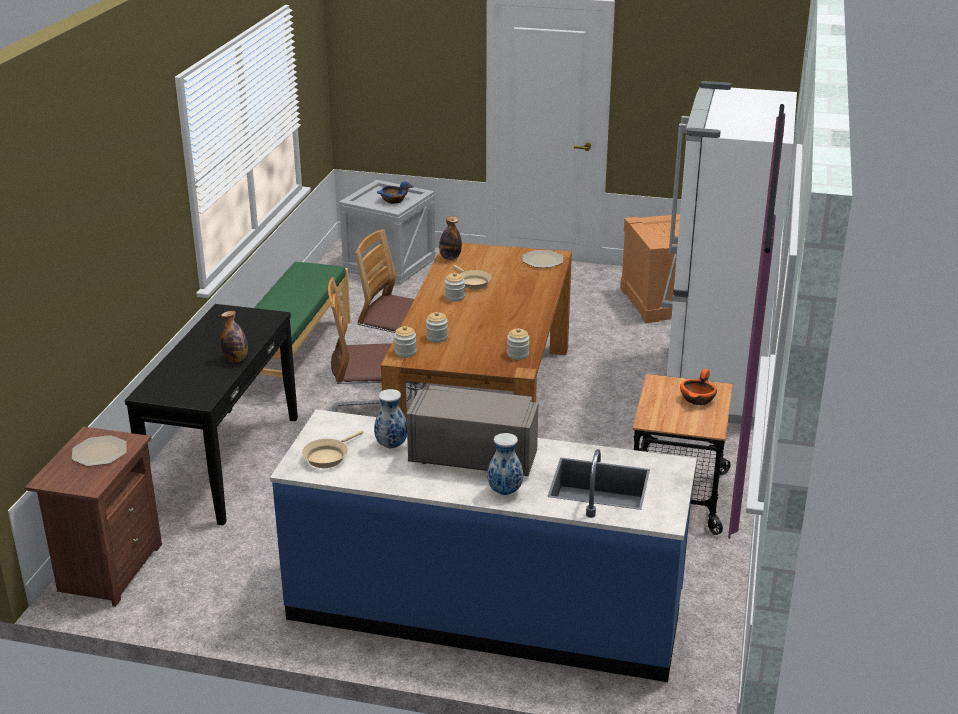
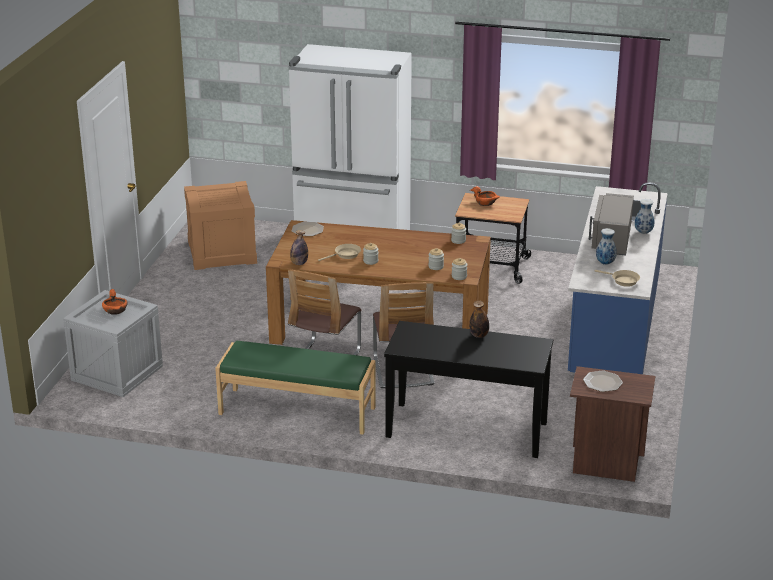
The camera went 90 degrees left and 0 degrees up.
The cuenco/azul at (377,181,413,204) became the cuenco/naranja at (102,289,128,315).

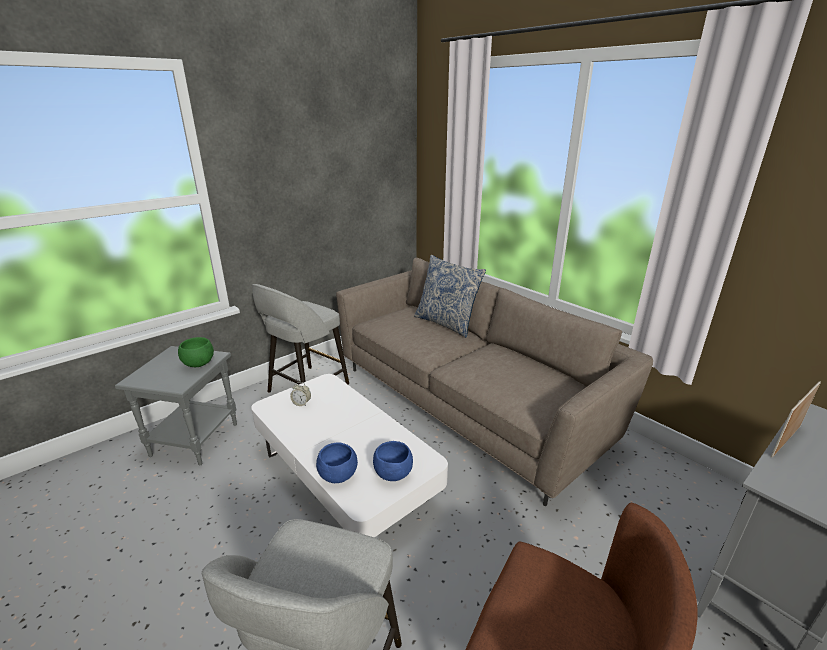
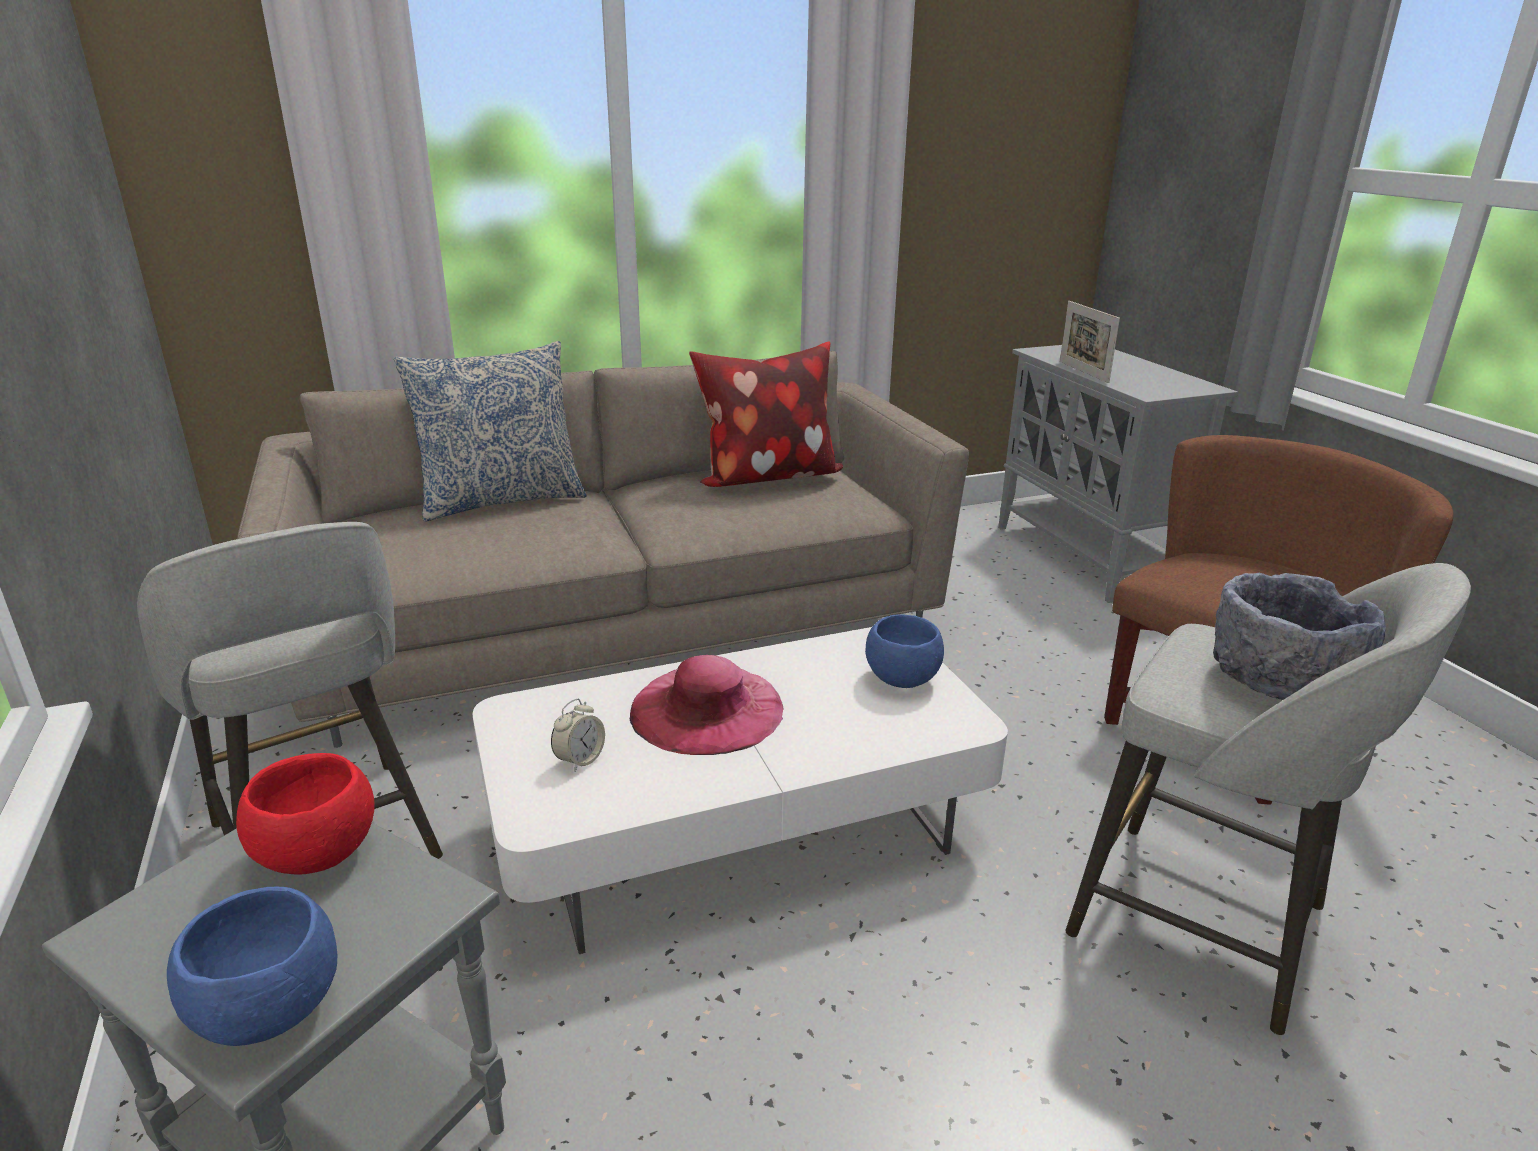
The camera went 70 degrees left and 0 degrees up.
The cuenco/verde at (178,337,214,367) became the cuenco/rojo at (236,753,375,875).
The cuenco/azul moved from (316,442,358,483) to (167,887,337,1046).
The cojín at (689,341,843,487) appeared.
The cuenco/gris at (1213,573,1386,700) appeared.
The sombrero/rosa at (629,655,783,755) appeared.

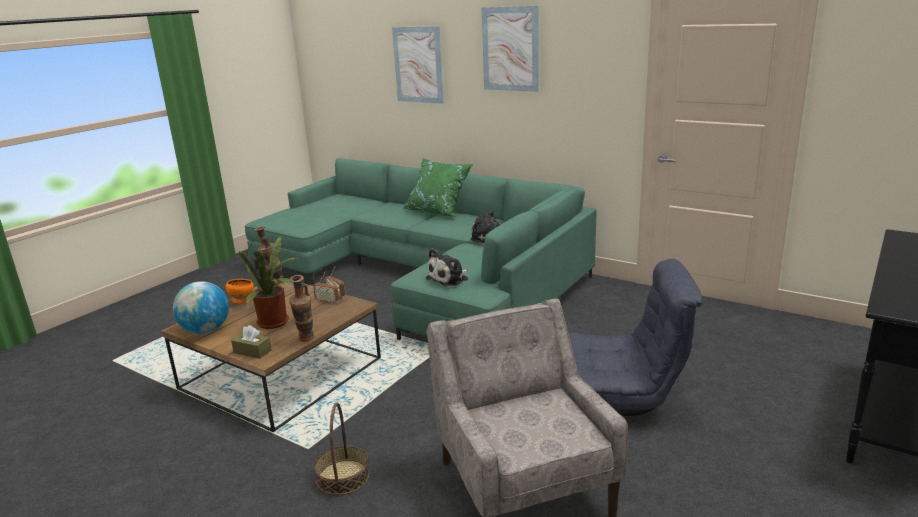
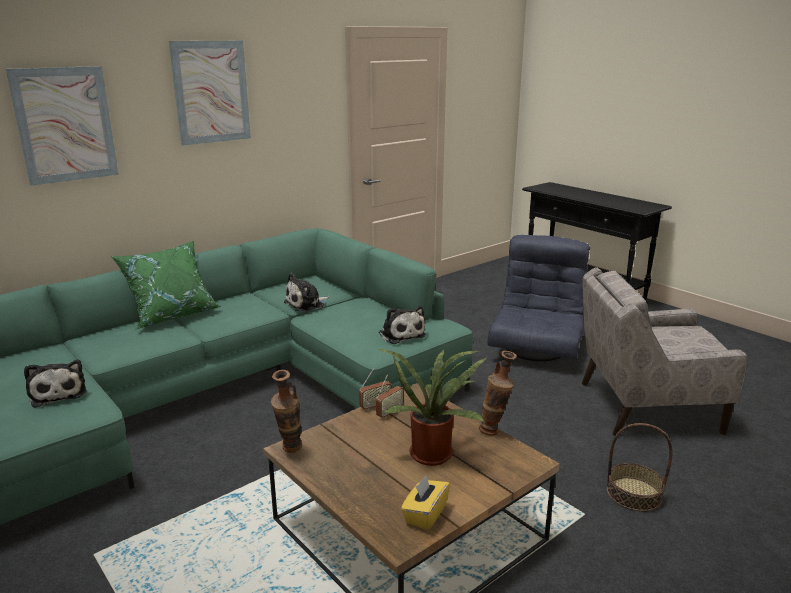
The camera went 75 degrees left and 0 degrees up.
The cuenco/naranja at (226,279,254,304) disappeared.
The globo terráqueo at (173,281,229,334) was replaced by the caja de pañuelos/amarillo at (401,474,450,530).
The caja de pañuelos/marrón at (231,325,272,359) disappeared.
The peluche at (24,360,87,408) appeared.

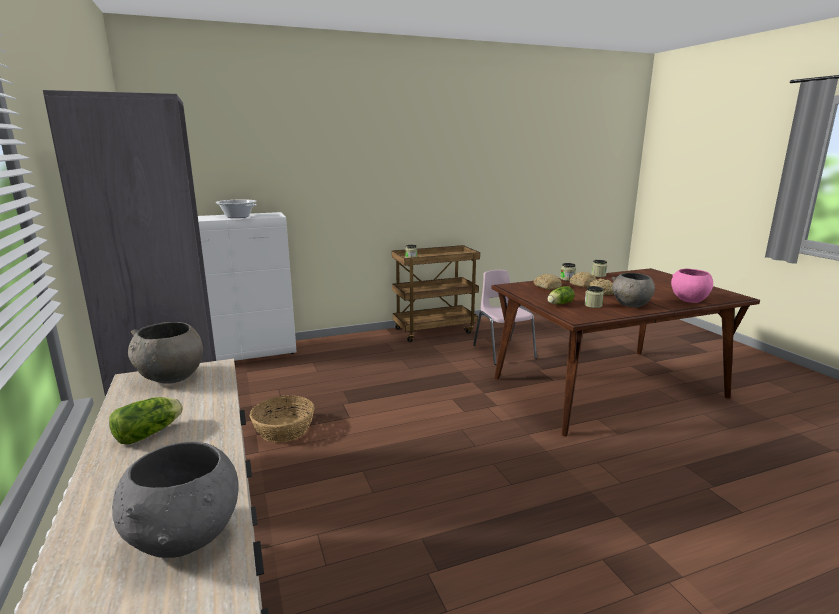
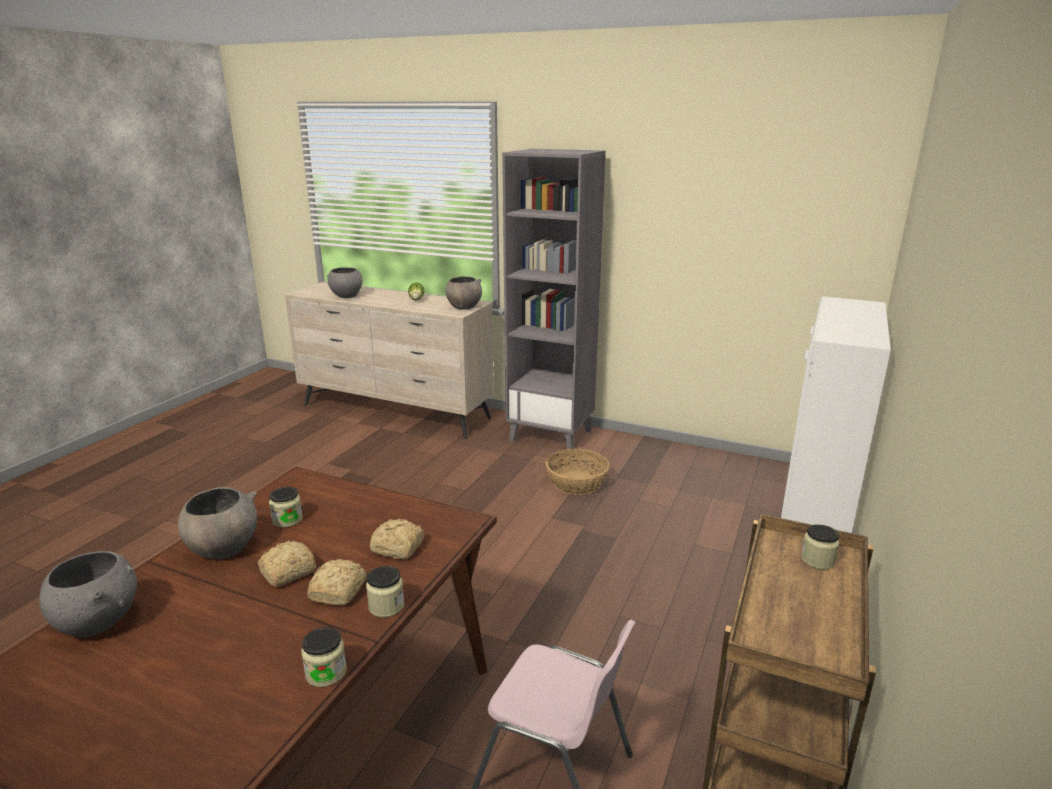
The camera went 135 degrees right and 5 degrees up.
The olla at (216,199,257,218) disappeared.
The cuenco/rosa at (671,269,713,303) became the cuenco/gris at (39,551,137,637).
The lechuga at (547,286,575,305) disappeared.

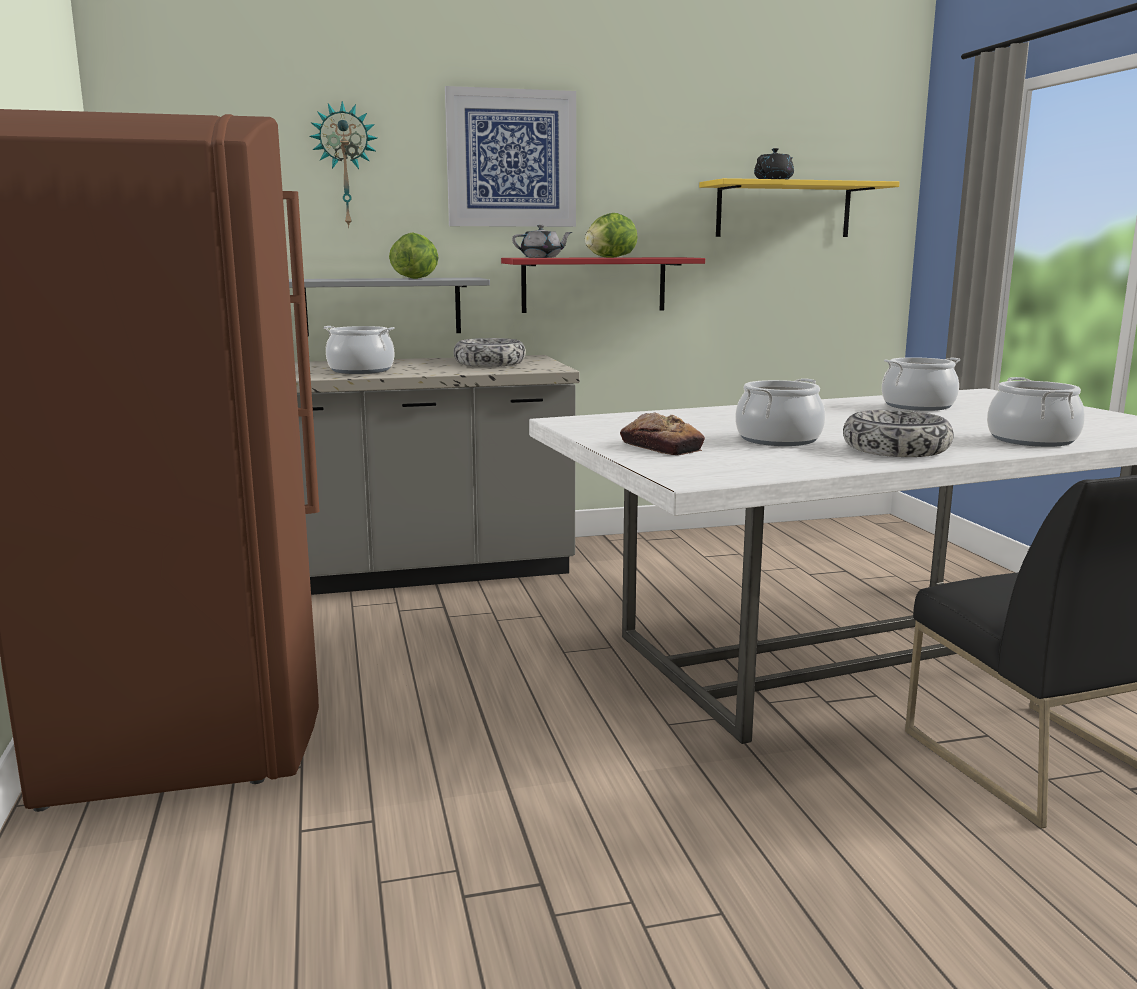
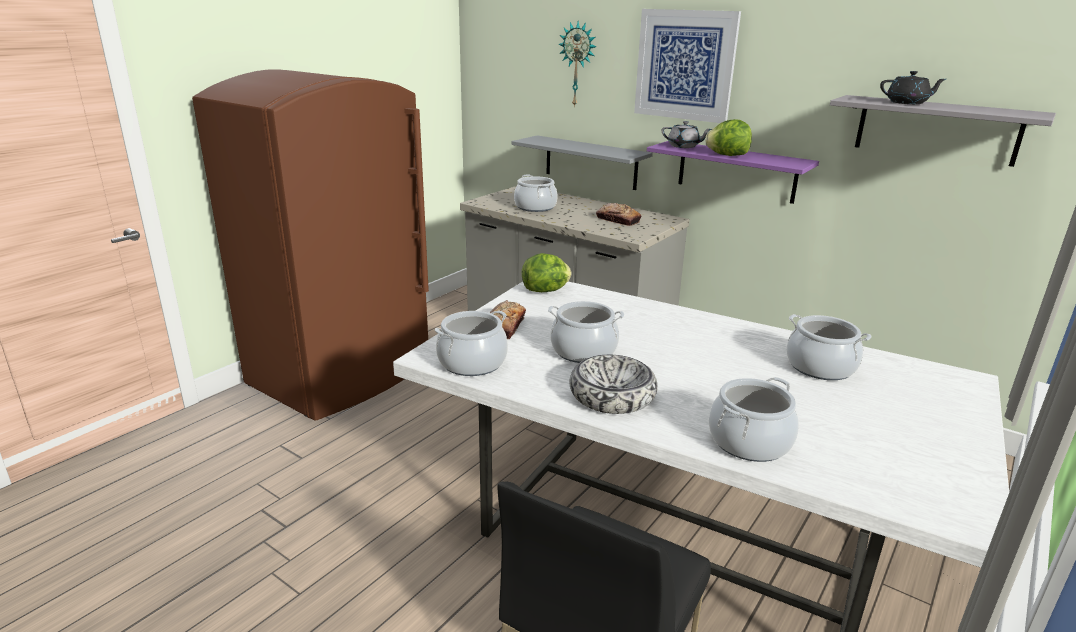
The camera went 50 degrees right and 10 degrees up.
The estante/amarillo at (699,178,900,237) became the estante/gris at (830,95,1056,167).
The lechuga moved from (389,233,439,279) to (522,253,571,292).
The estante/rojo at (501,257,705,313) became the estante/morado at (647,141,819,204).
The cuenco at (453,338,526,367) was replaced by the pan at (596,203,641,226).
The olla at (435,310,508,376) appeared.

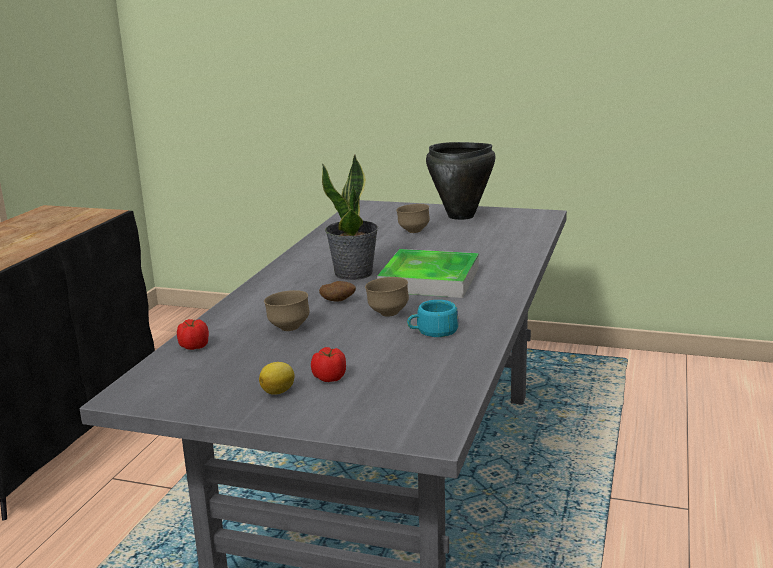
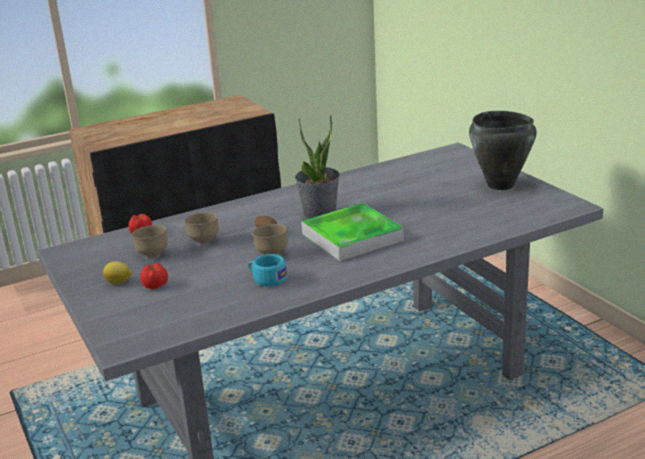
The camera went 45 degrees right and 5 degrees up.
The cuenco/marrón moved from (396,204,430,233) to (131,225,168,258).

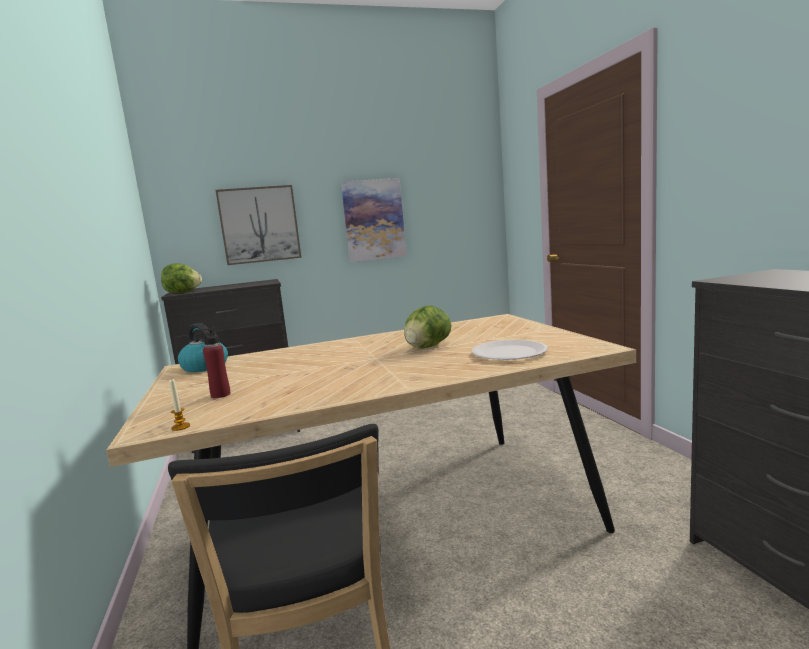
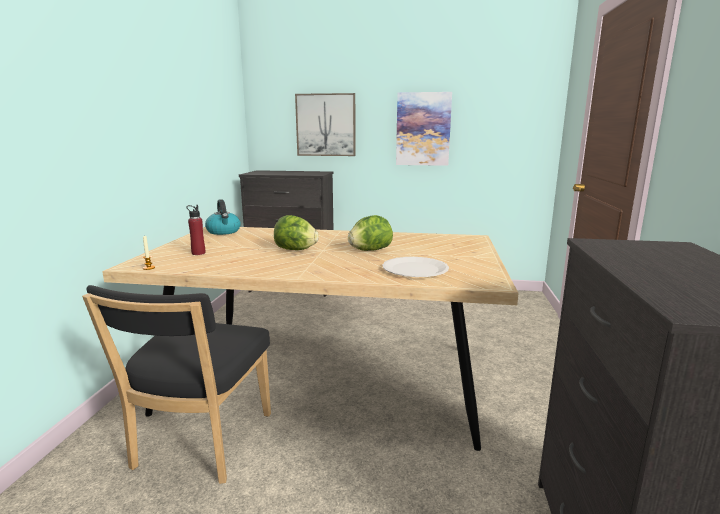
The camera went 25 degrees right and 5 degrees up.
The lechuga moved from (161,263,202,293) to (274,215,319,250).

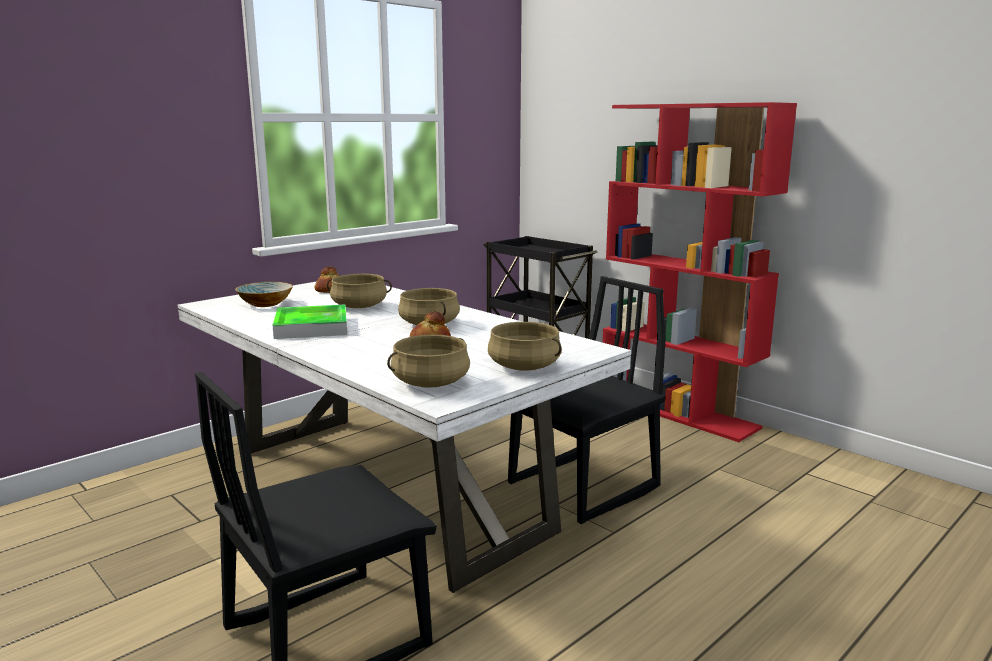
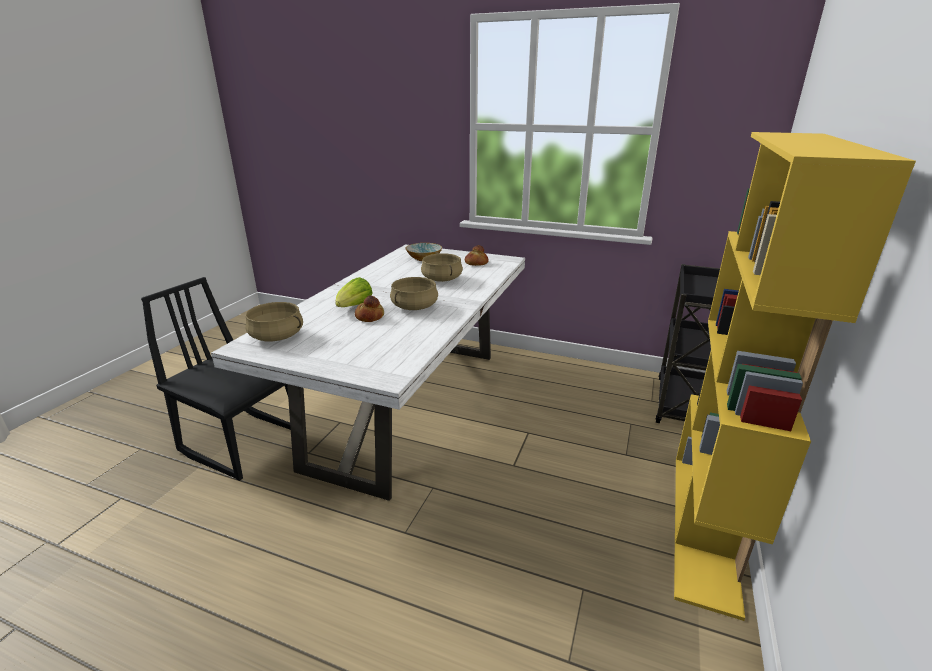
The camera went 65 degrees right and 10 degrees up.
The estantería/rojo at (603,102,797,442) became the estantería/amarillo at (674,132,916,621).
The silla/negro at (508,276,665,524) disappeared.
The bandeja at (273,304,347,339) disappeared.
The olla/beis at (488,322,562,371) disappeared.
The lechuga at (335,277,373,307) appeared.

